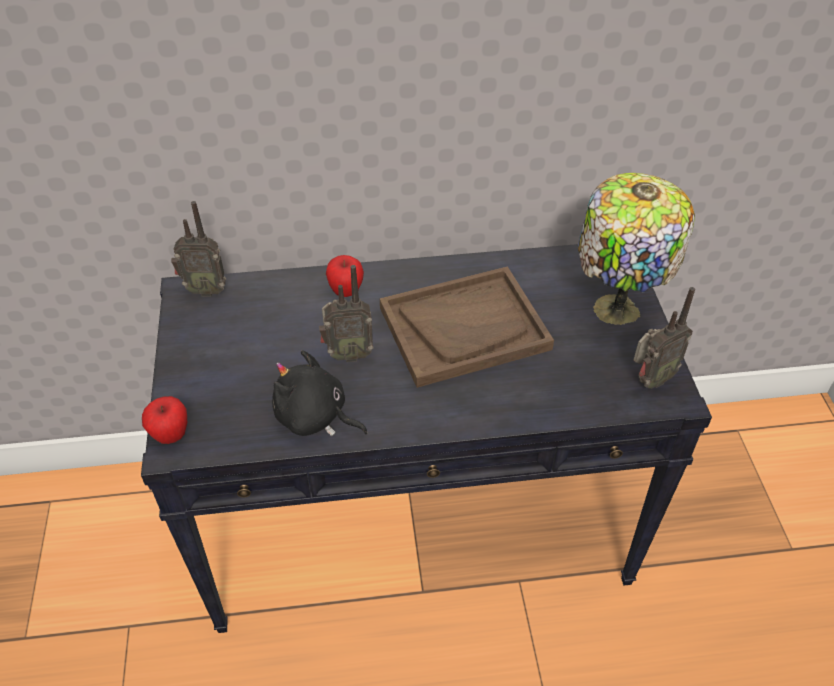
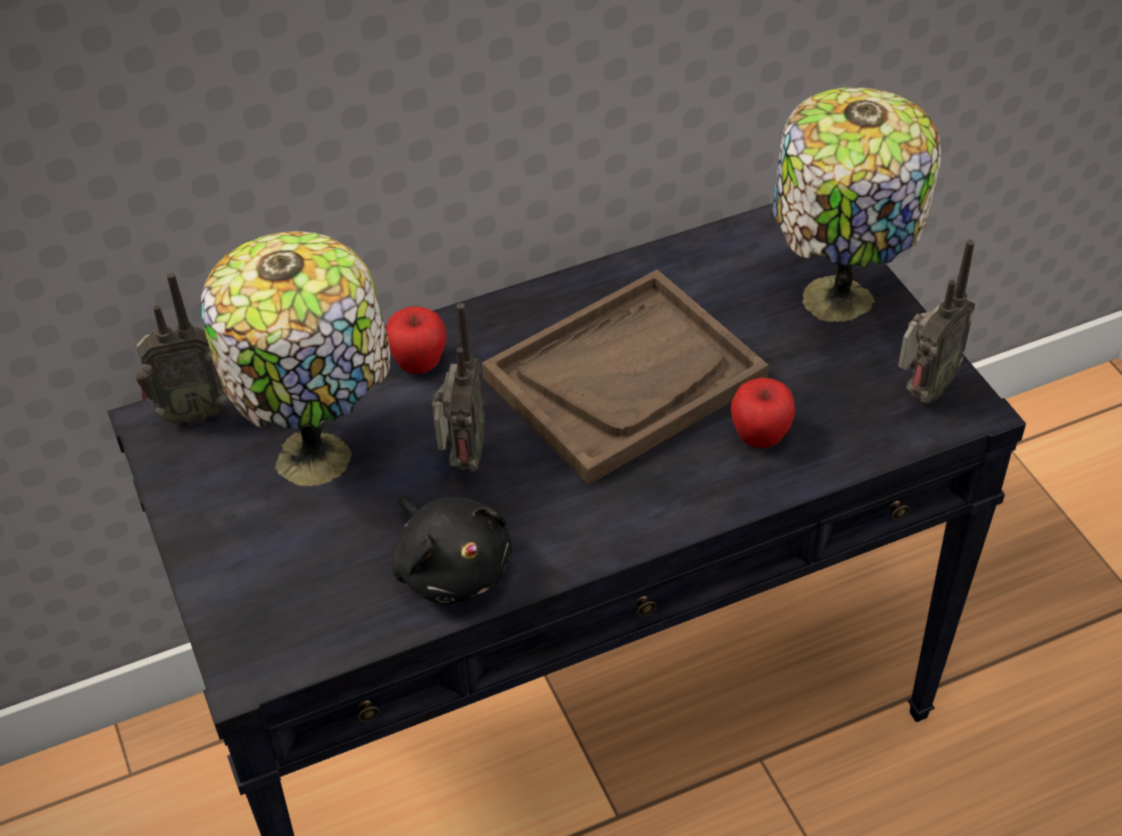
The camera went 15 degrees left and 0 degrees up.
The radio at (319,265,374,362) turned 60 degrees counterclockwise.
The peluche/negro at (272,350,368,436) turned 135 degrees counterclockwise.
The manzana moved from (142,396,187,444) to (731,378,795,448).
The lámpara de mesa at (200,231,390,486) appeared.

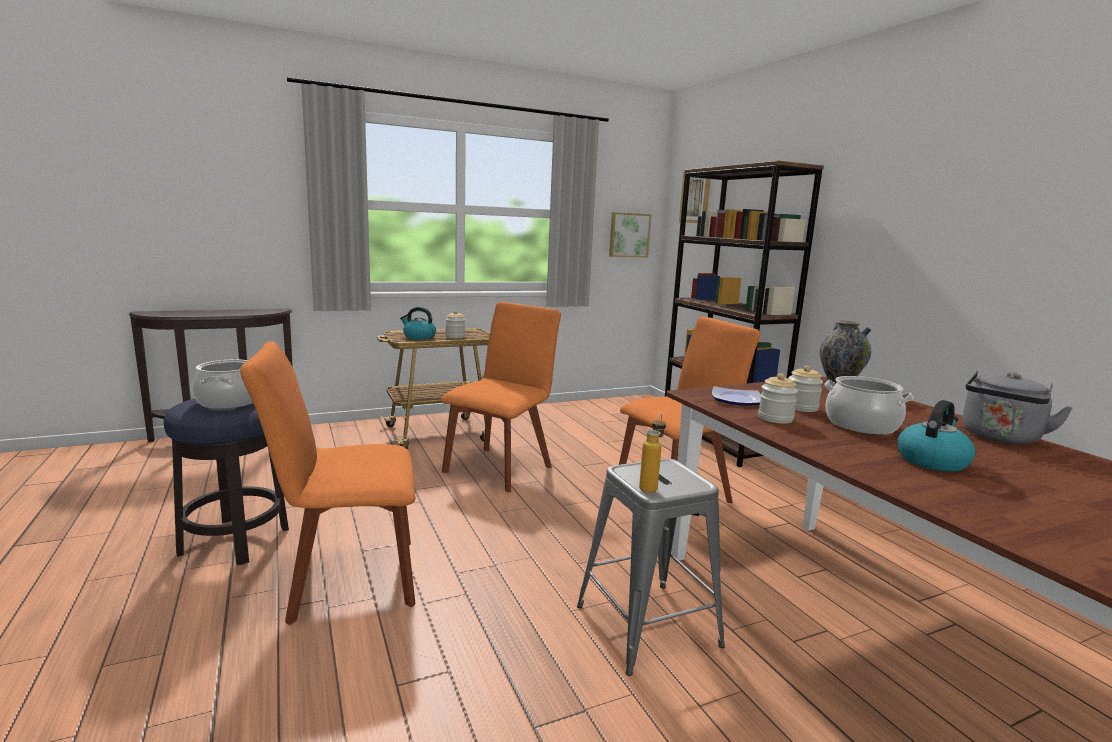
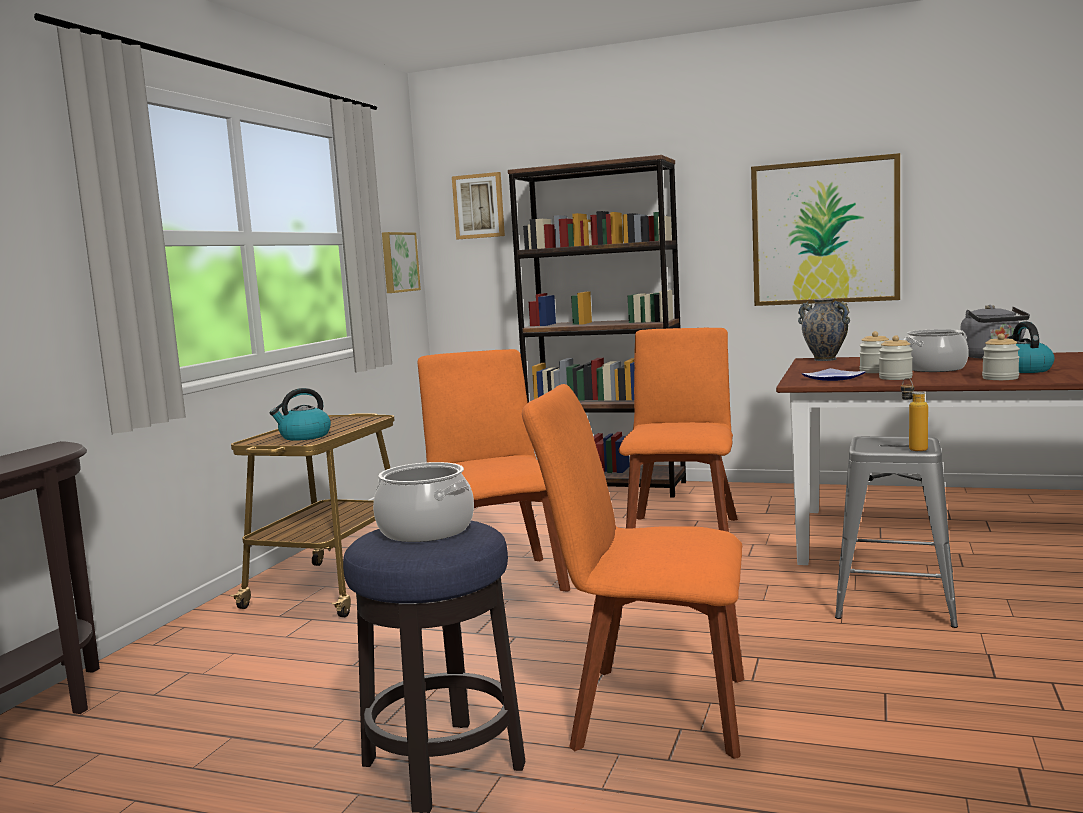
The camera went 45 degrees left and 5 degrees down.
The tarro moved from (446,311,465,338) to (982,334,1020,380).
The silla/naranja at (240,341,416,625) turned 75 degrees clockwise.
The cuadro at (751,153,900,306) appeared.

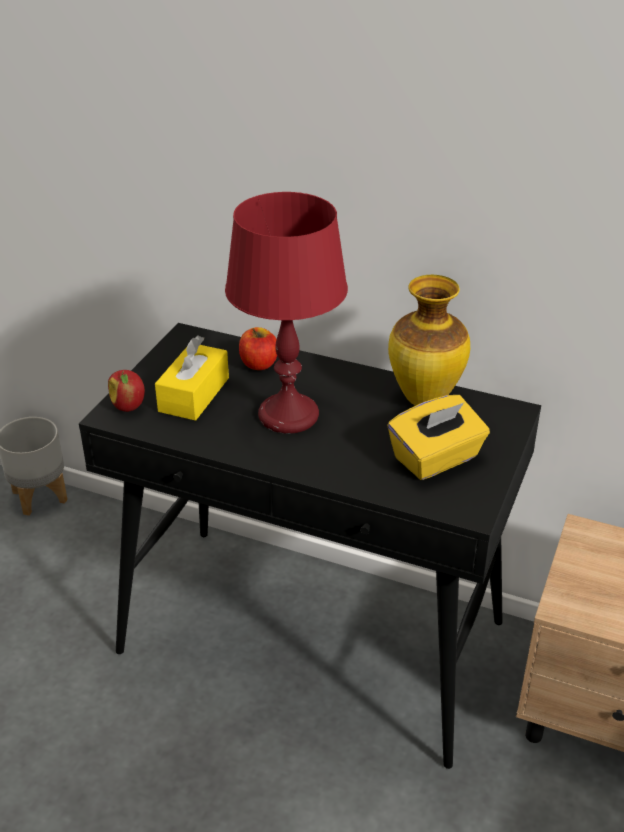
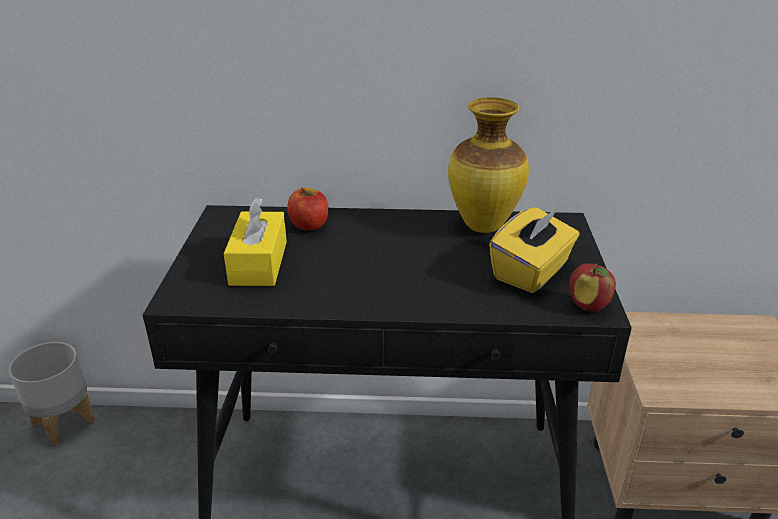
The camera went 20 degrees left and 5 degrees down.
The lámpara de mesa/rojo at (225,192,348,434) disappeared.
The manzana moved from (108,370,145,412) to (569,263,616,311).

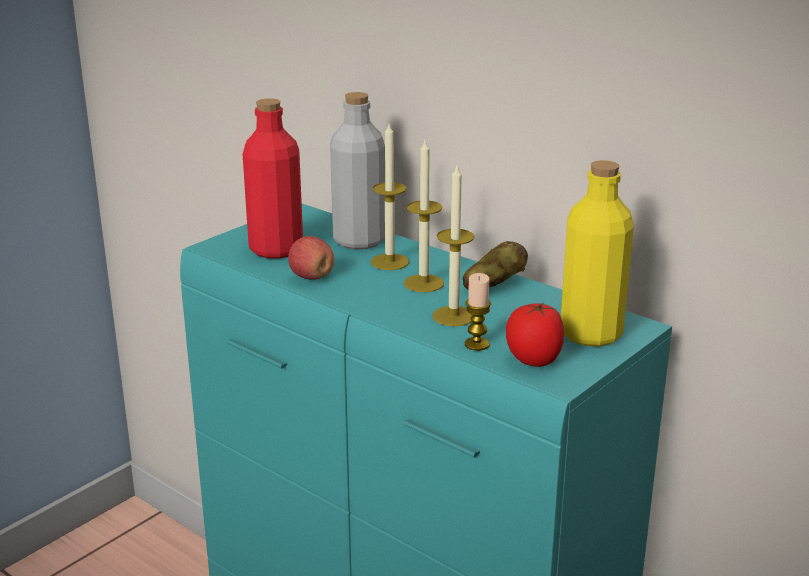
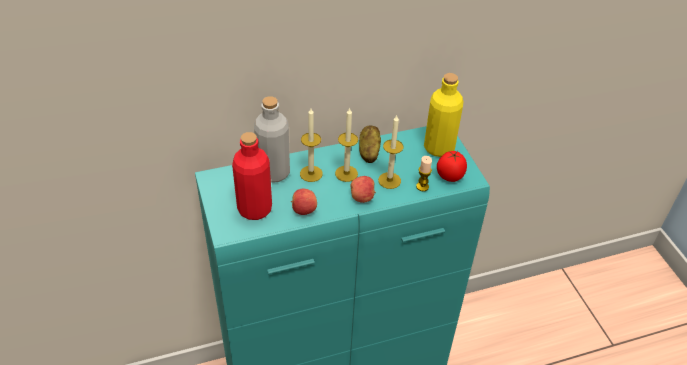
The camera went 60 degrees left and 20 degrees up.
The manzana at (351,176,376,203) appeared.

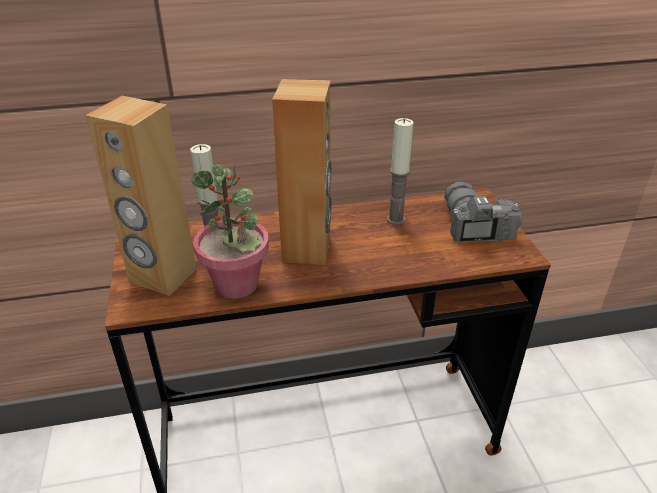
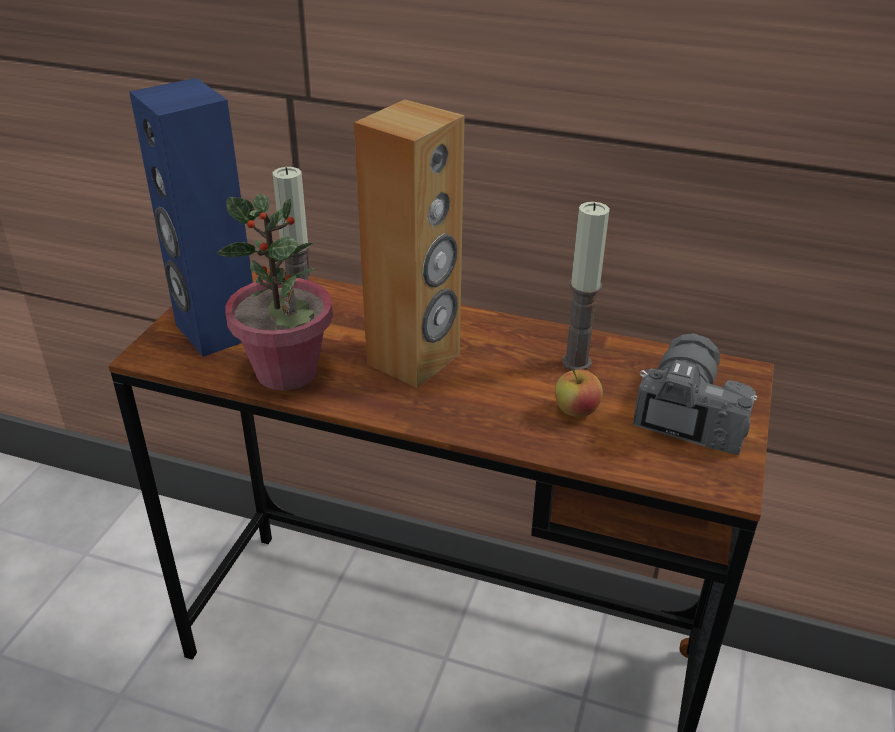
The camera went 30 degrees right and 0 degrees up.
The altavoz/marrón at (85,96,197,296) became the altavoz/azul at (129,78,253,357).
The manzana at (555,369,603,417) appeared.

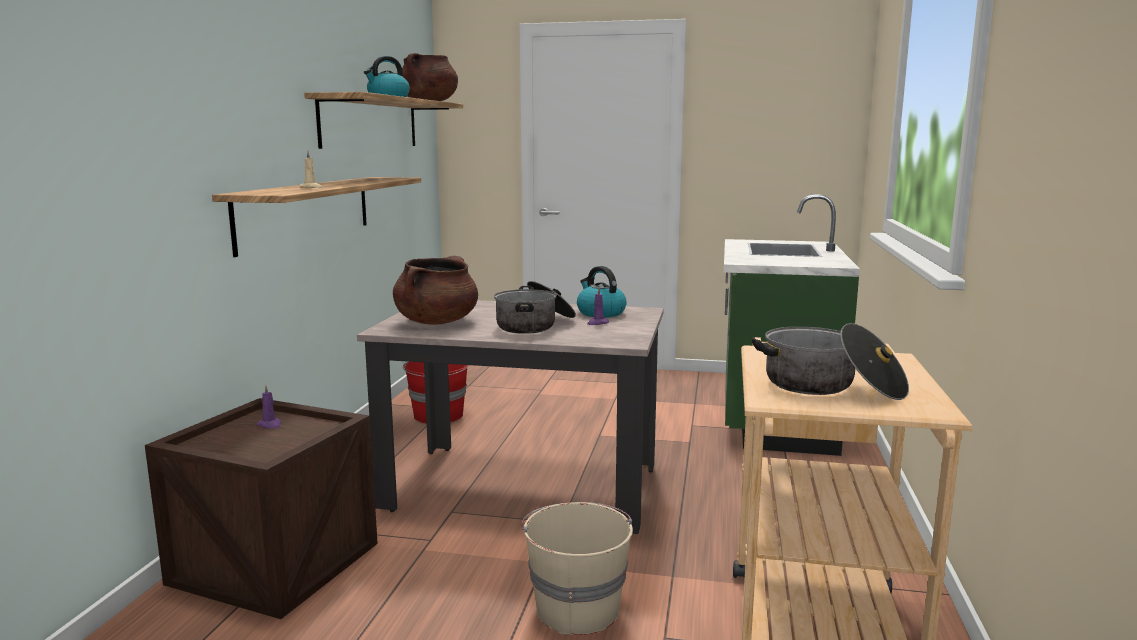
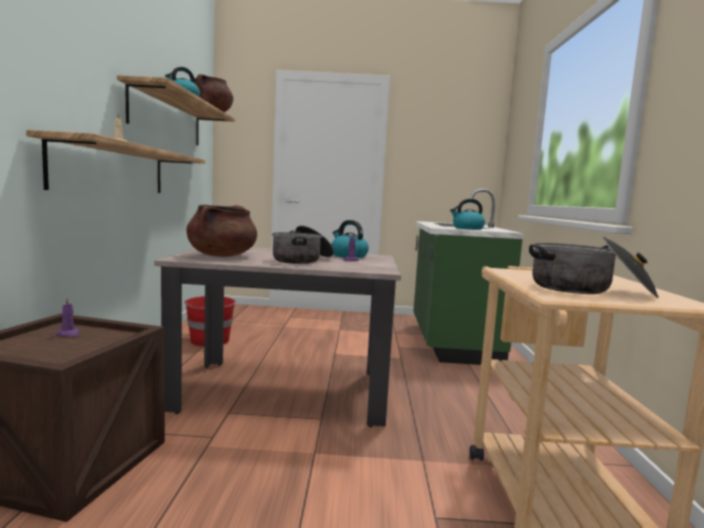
The camera went 10 degrees left and 5 degrees down.
The cubo/beis at (521,502,633,635) disappeared.
The hervidor at (450,199,485,230) appeared.

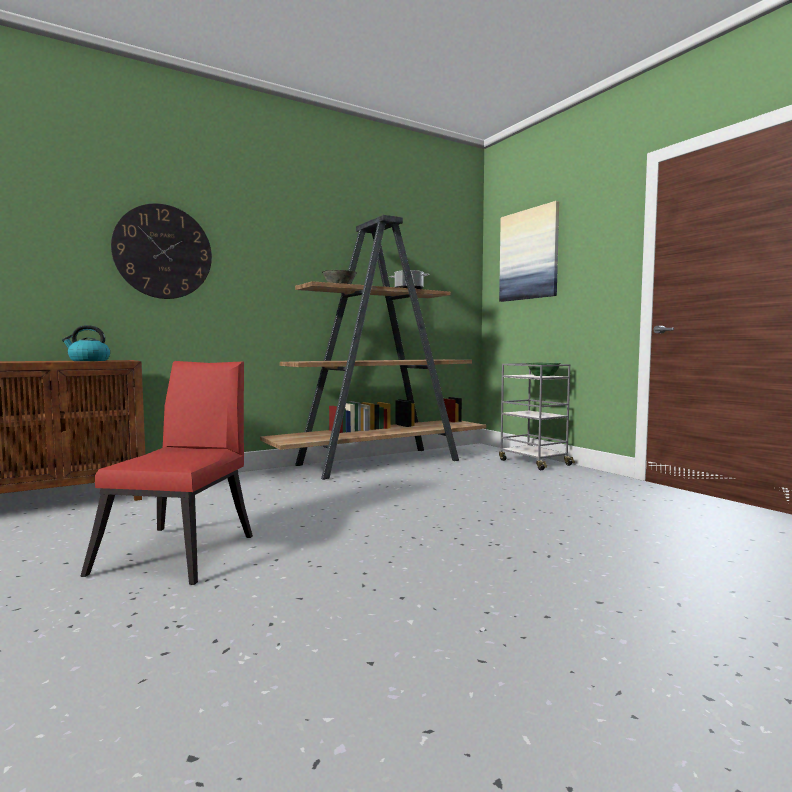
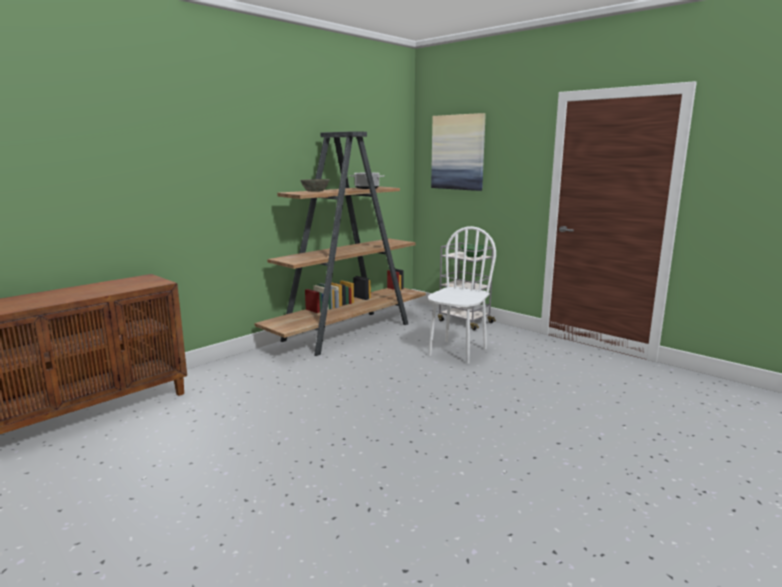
The camera went 15 degrees left and 10 degrees up.
The reloj de pared at (111,203,212,299) disappeared.
The hervidor at (62,325,110,361) disappeared.
The silla/rojo at (80,361,253,585) disappeared.
The silla/blanco at (428,226,496,364) appeared.

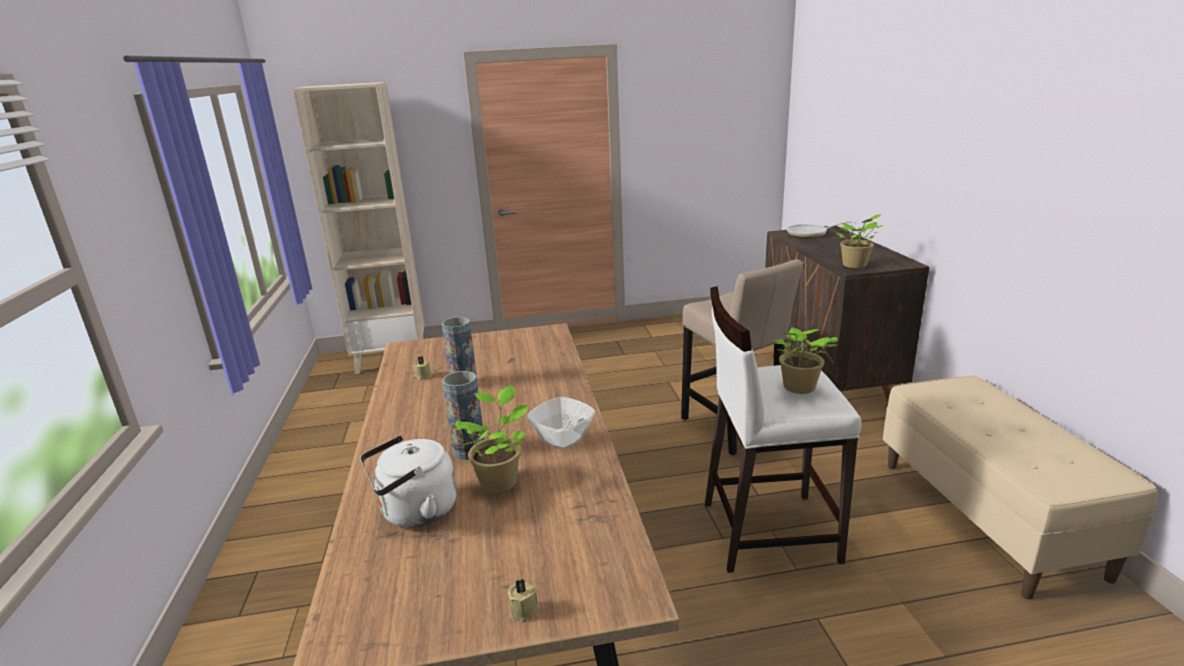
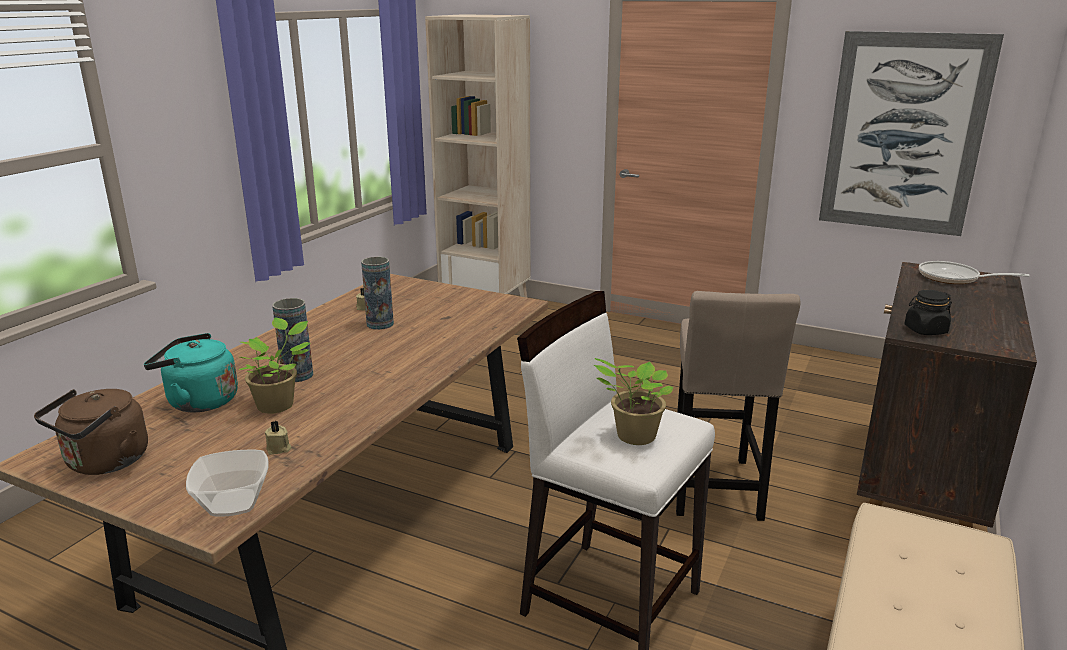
The camera went 35 degrees right and 0 degrees up.
The planta en maceta at (837,214,884,268) was replaced by the tarro/negro at (904,290,952,335).
The cuenco moved from (527,397,595,450) to (186,449,269,516).
The hervidor/blanco at (360,435,457,527) became the hervidor/turquesa at (144,333,238,412).
The vela/beis moved from (508,579,540,622) to (265,421,292,455).
The cuadro at (819,31,1004,236) appeared.
The hervidor/marrón at (34,389,148,475) appeared.

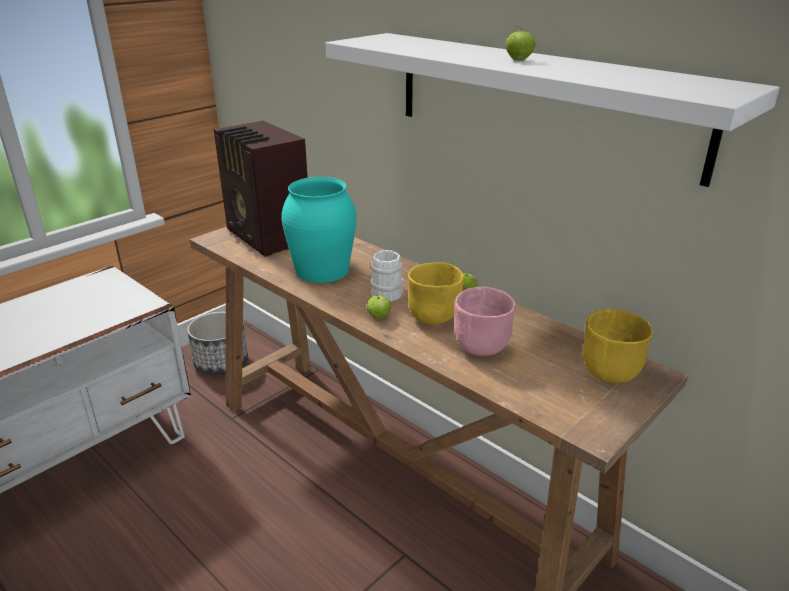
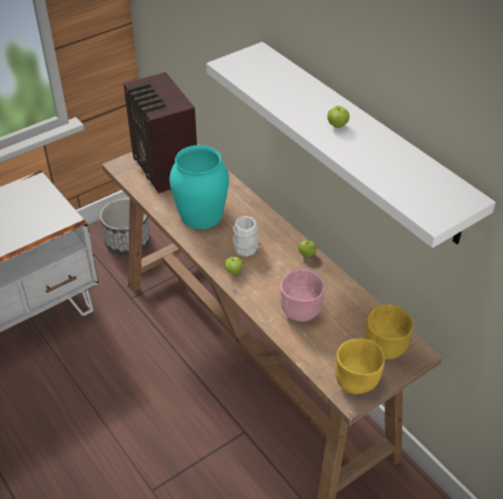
The camera went 10 degrees right and 15 degrees up.
The cuenco/amarillo moved from (408,263,464,325) to (335,338,385,394).

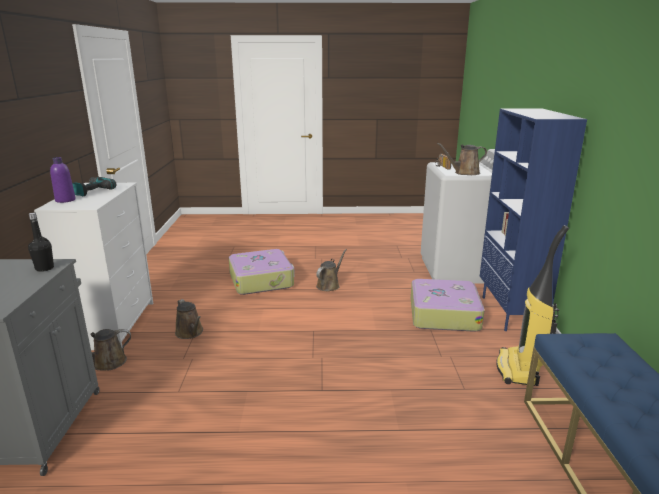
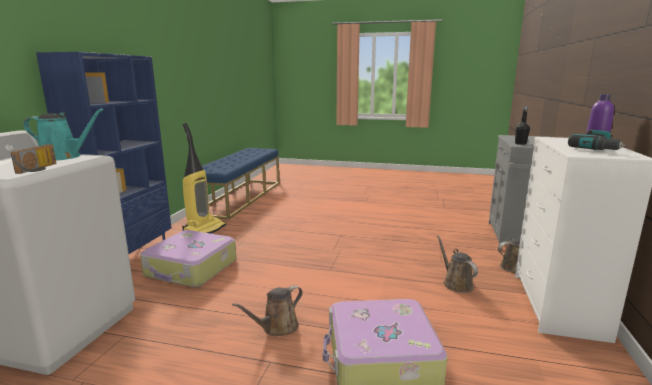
The camera went 165 degrees left and 5 degrees down.
The regadera/marrón at (437,143,487,175) became the regadera/turquesa at (23,108,104,161).

